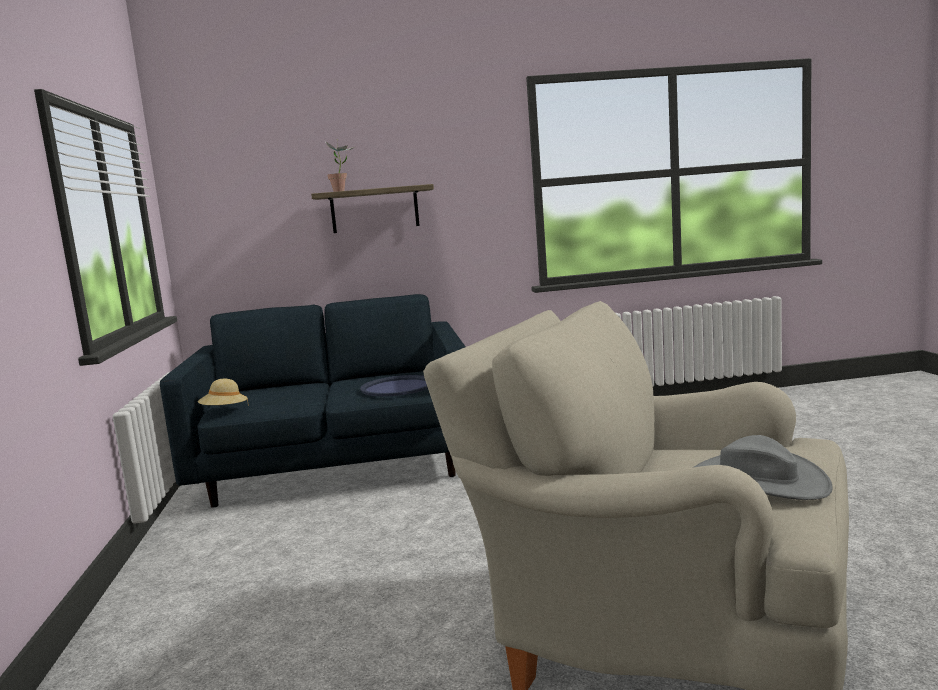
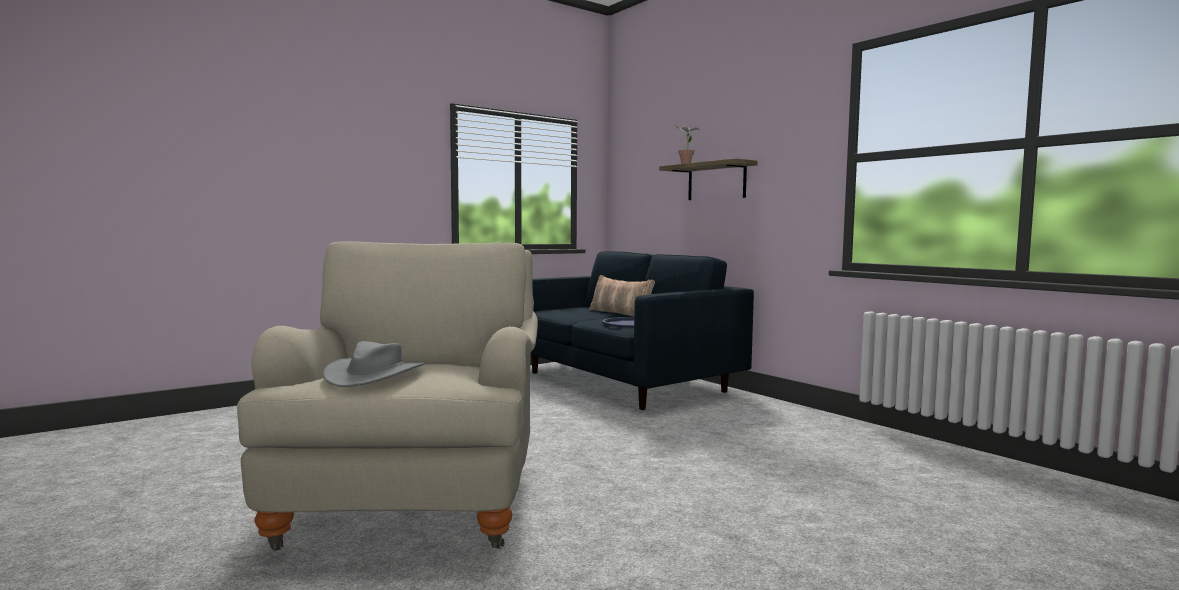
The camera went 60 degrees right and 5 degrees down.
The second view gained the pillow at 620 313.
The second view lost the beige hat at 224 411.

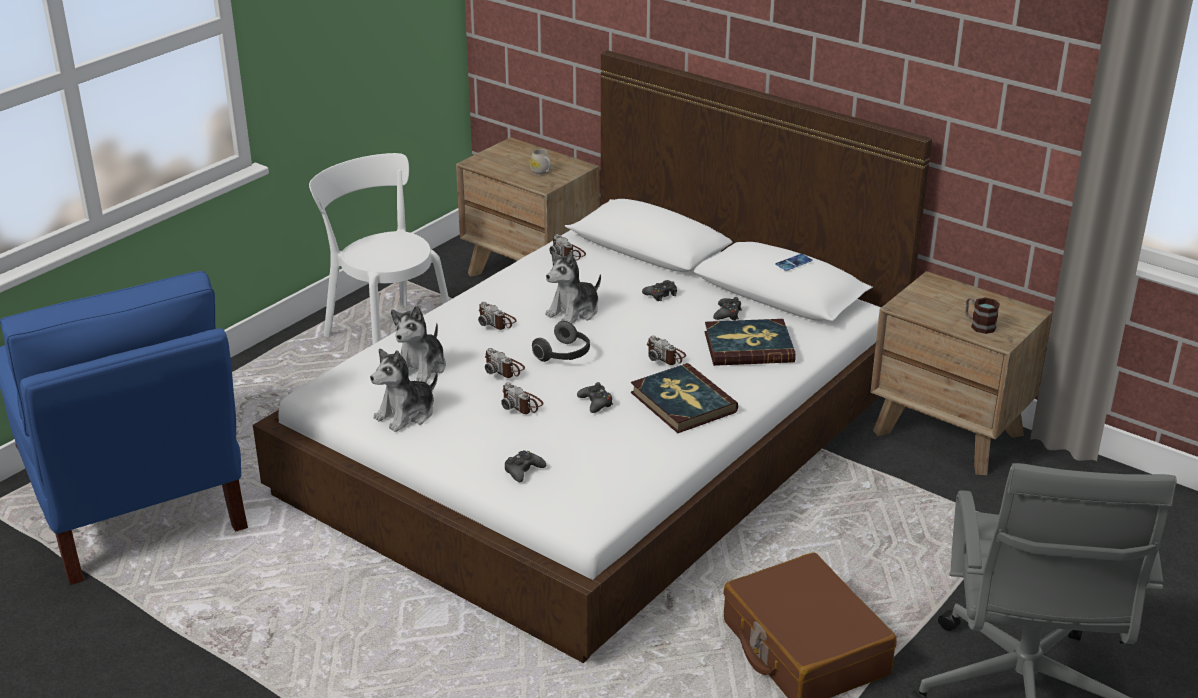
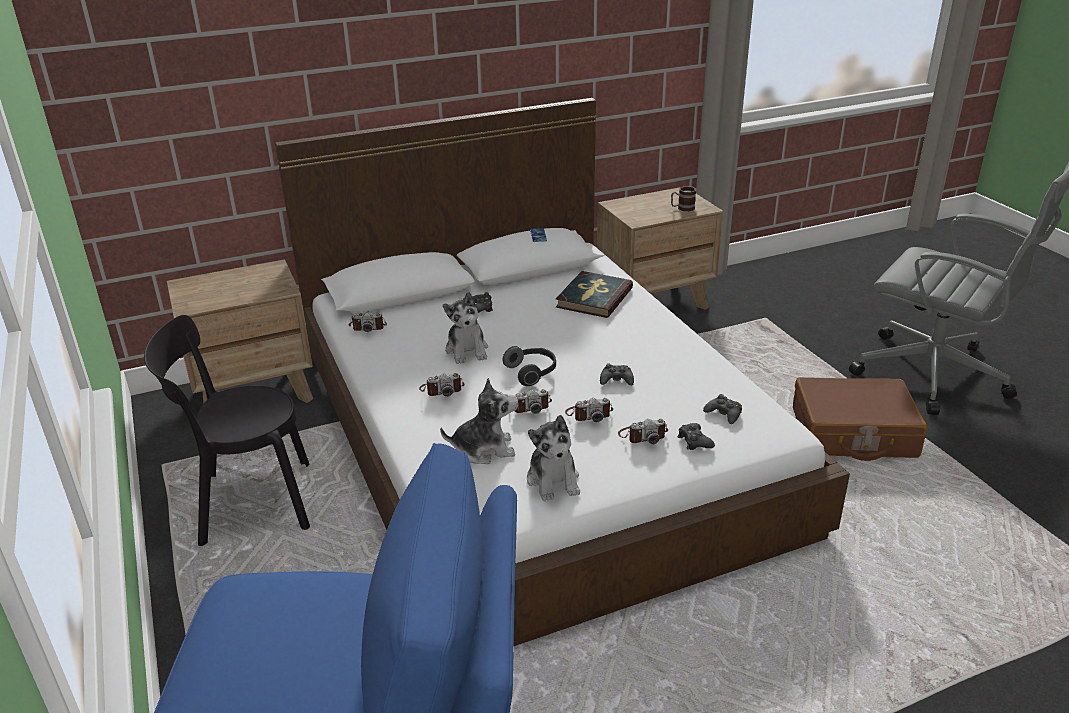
The camera went 60 degrees left and 0 degrees up.
What was the white-coloured chair at 387 334 turned into the blackish chair at 249 503.
The plush toy at 421 368 ended up facing another way, 60 degrees counterclockwise from before.
The still camera ended up elsewhere, having gone from 666 356 to 642 435.
The blackish gamepad ended up elsewhere, having gone from 727 314 to 724 414.
The second view lost the white-coloured coffee mug at 542 172.
The second view lost the book at 682 402.

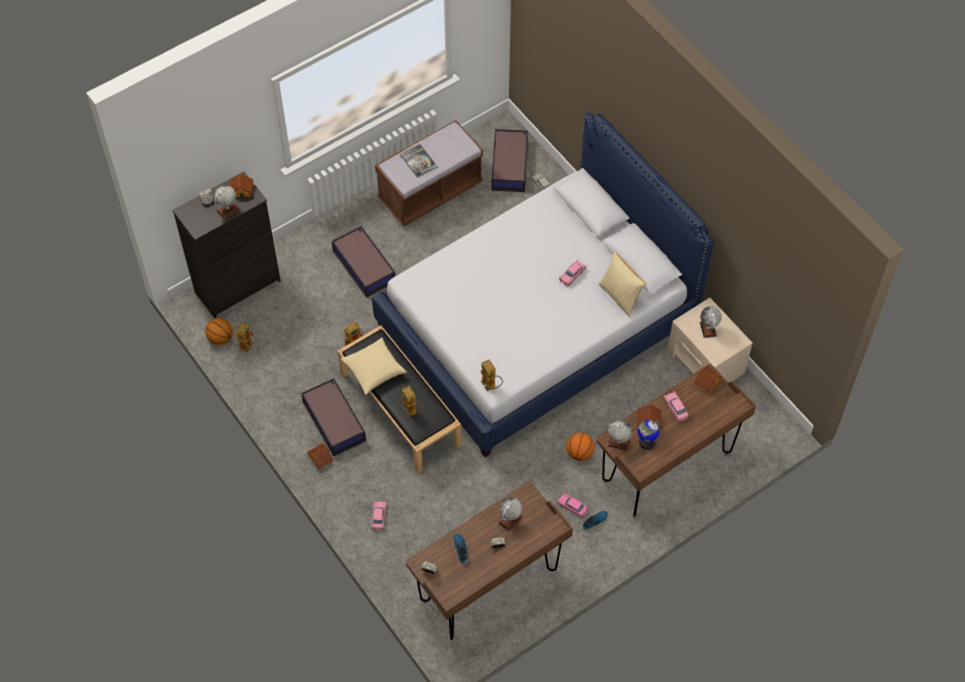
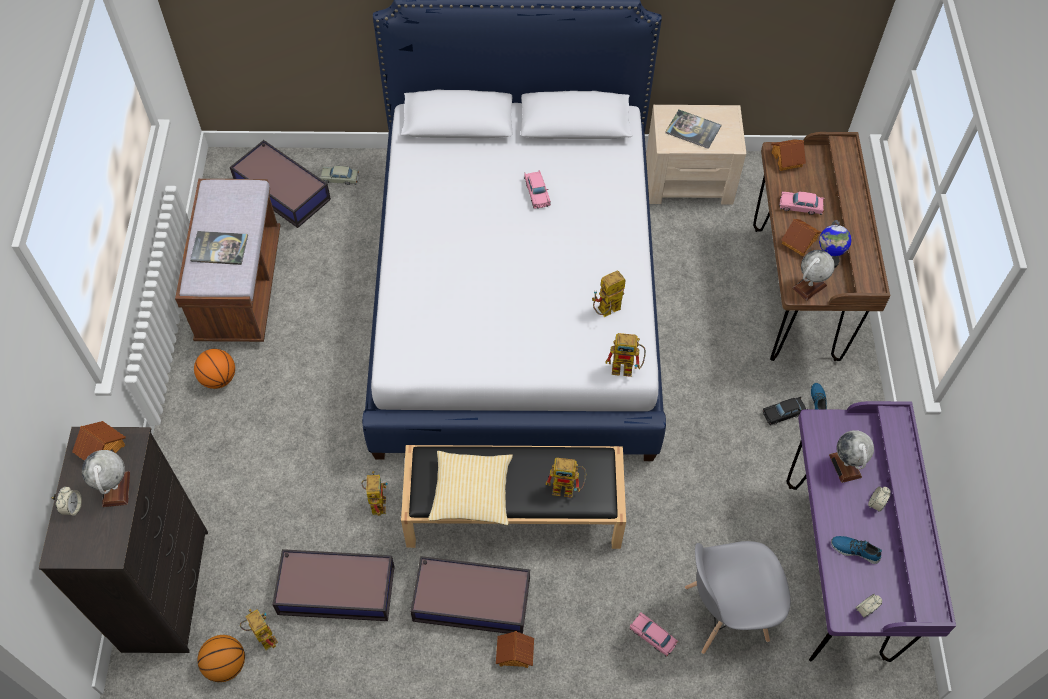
The camera went 55 degrees left and 0 degrees up.
The ball for basketball ended up elsewhere, having gone from 579 453 to 219 378.
The storage box ended up elsewhere, having gone from 364 265 to 335 589.
The second view gained the toy robot at 606 312.
Where the world globe stood at 708 329, the book came to stand at 693 130.
The second view gained the grey chair at 724 614.
What was the pinkish toy car at 572 507 turned into the blackish toy car at 784 413.
What was the brown-coloured desk at 489 586 turned into the purple-coloured desk at 836 569.
The second view lost the pillow at 620 296.

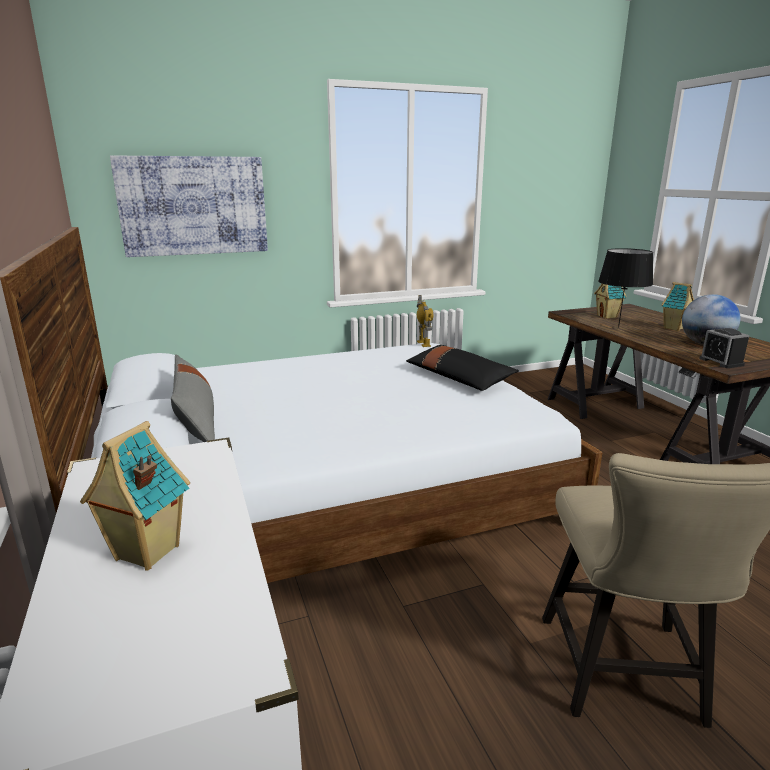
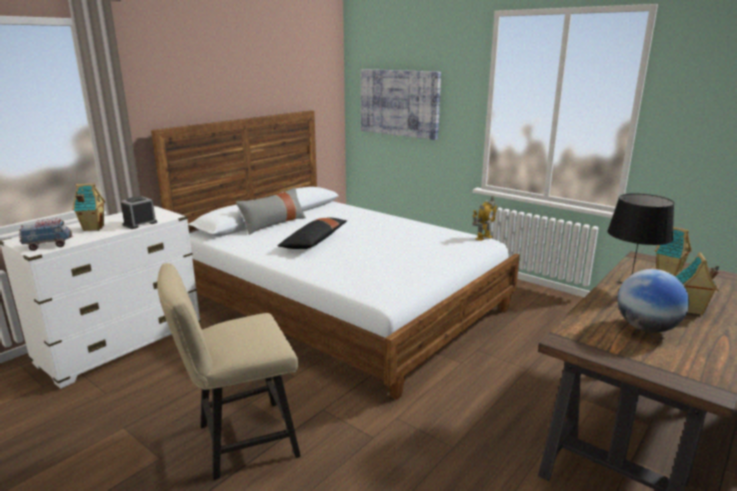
The camera went 60 degrees right and 0 degrees up.
The second view gained the toy truck at 48 245.
The table clock ended up elsewhere, having gone from 721 362 to 140 224.
The blackish pillow ended up elsewhere, having gone from 459 378 to 314 241.

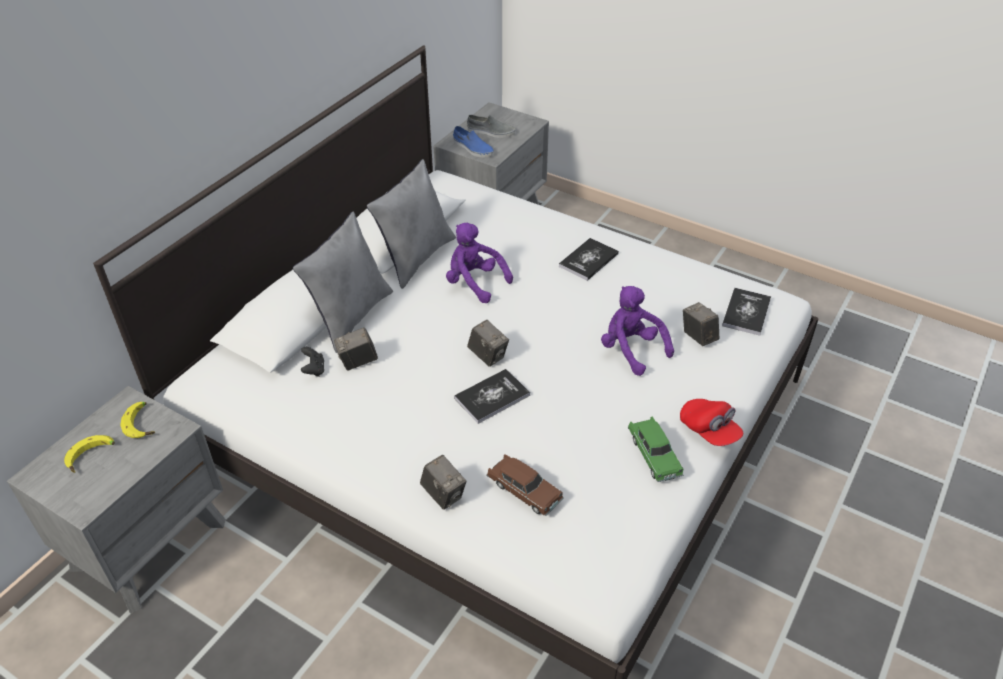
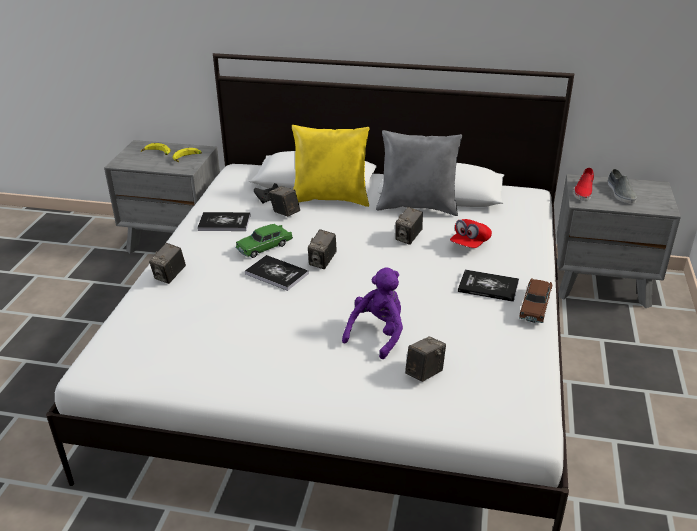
The camera went 70 degrees right and 10 degrees down.
The book ended up elsewhere, having gone from 746 312 to 224 223.
The green-coloured toy car ended up elsewhere, having gone from 653 455 to 264 247.
What was the grey pillow at 351 316 turned into the yellow pillow at 331 199.
Where the purple-coloured plush toy stood at 474 283, the still camera came to stand at 408 238.
The reddish baseball cap ended up elsewhere, having gone from 709 431 to 470 244.
The brown-coloured toy car ended up elsewhere, having gone from 524 491 to 535 308.
What was the blue low shoe at 472 148 turned into the reddish low shoe at 583 190.

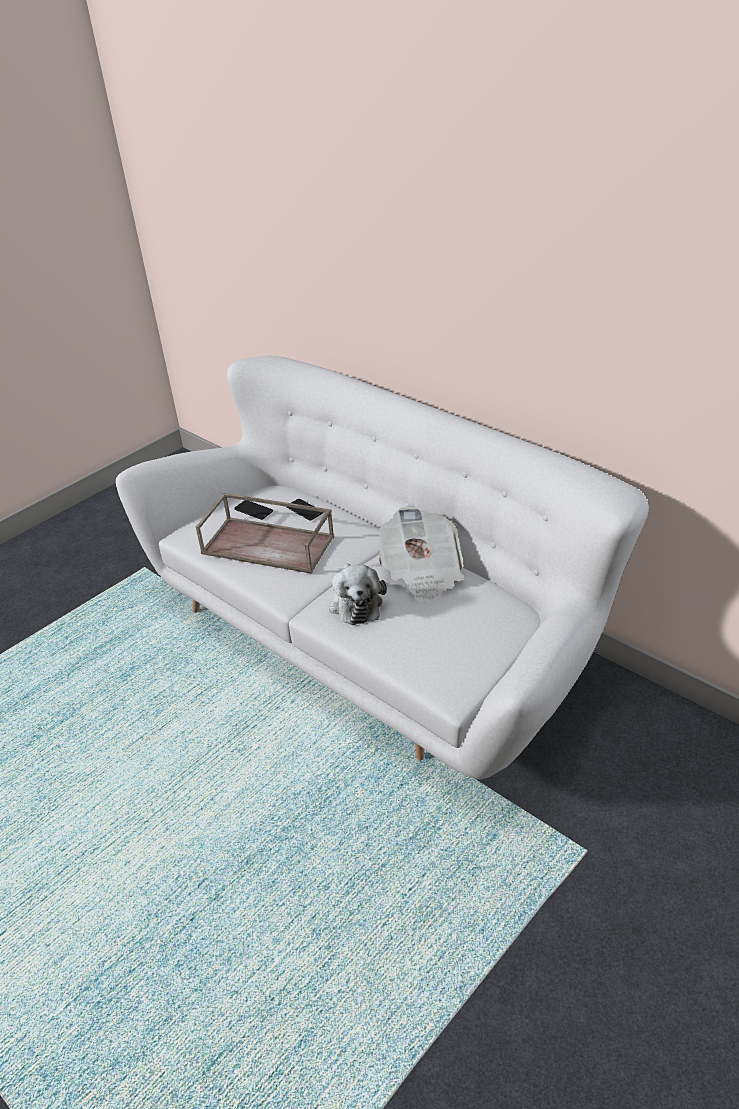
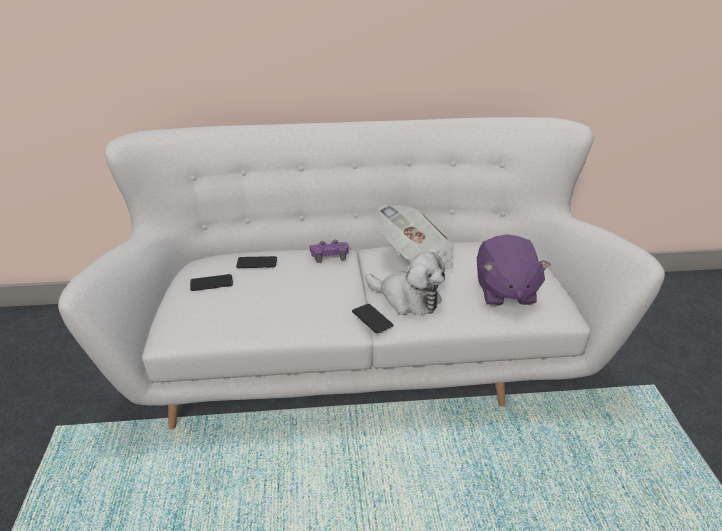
The camera went 50 degrees left and 5 degrees down.
The second view gained the purple-coloured gamepad at 329 255.
The second view gained the handset at 372 319.
The second view gained the purple-coloured plush toy at 504 292.
The second view lost the brown-coloured serving tray at 269 544.

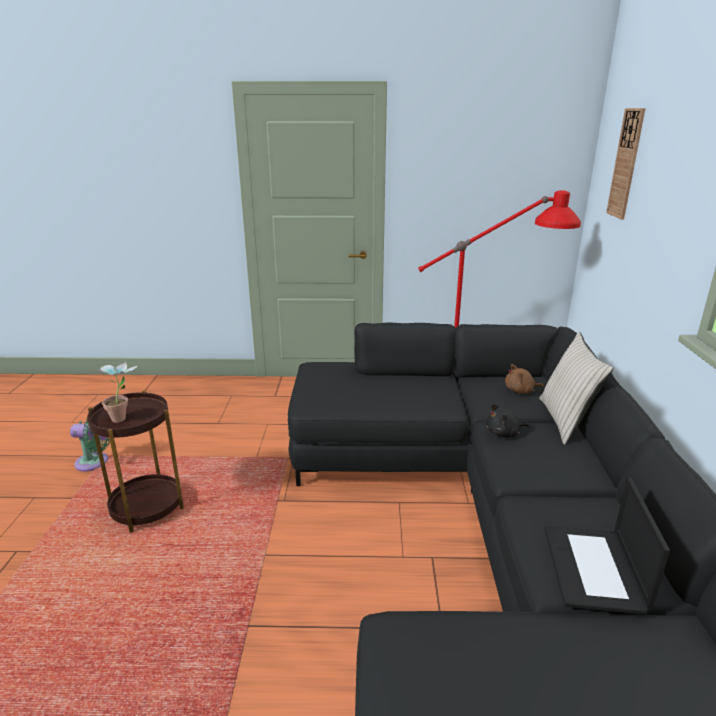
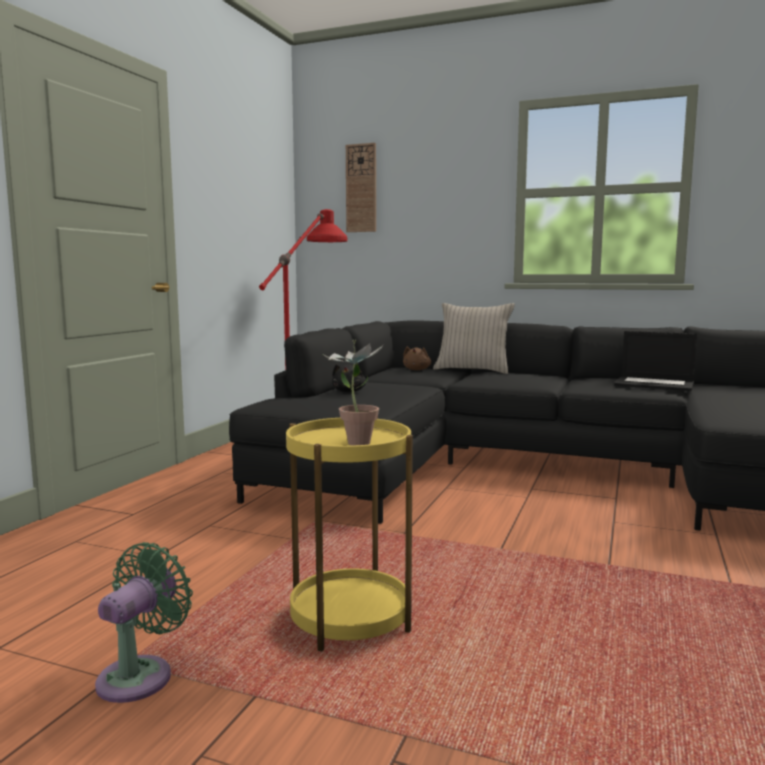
The camera went 70 degrees left and 15 degrees down.
What was the brown-coloured side table at 147 507 turned into the yellow side table at 350 620.
The blackish plush toy ended up elsewhere, having gone from 504 433 to 349 391.

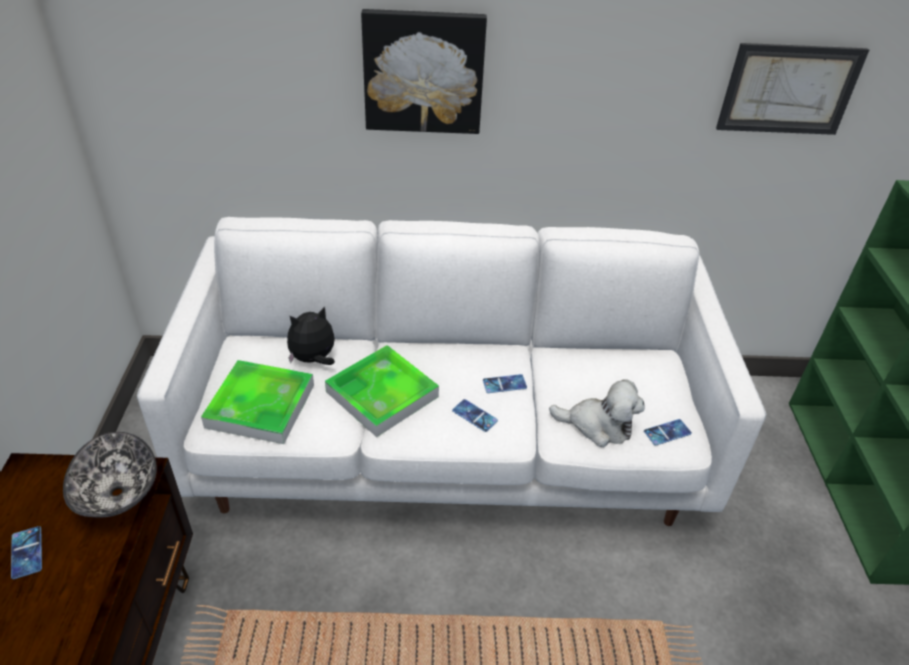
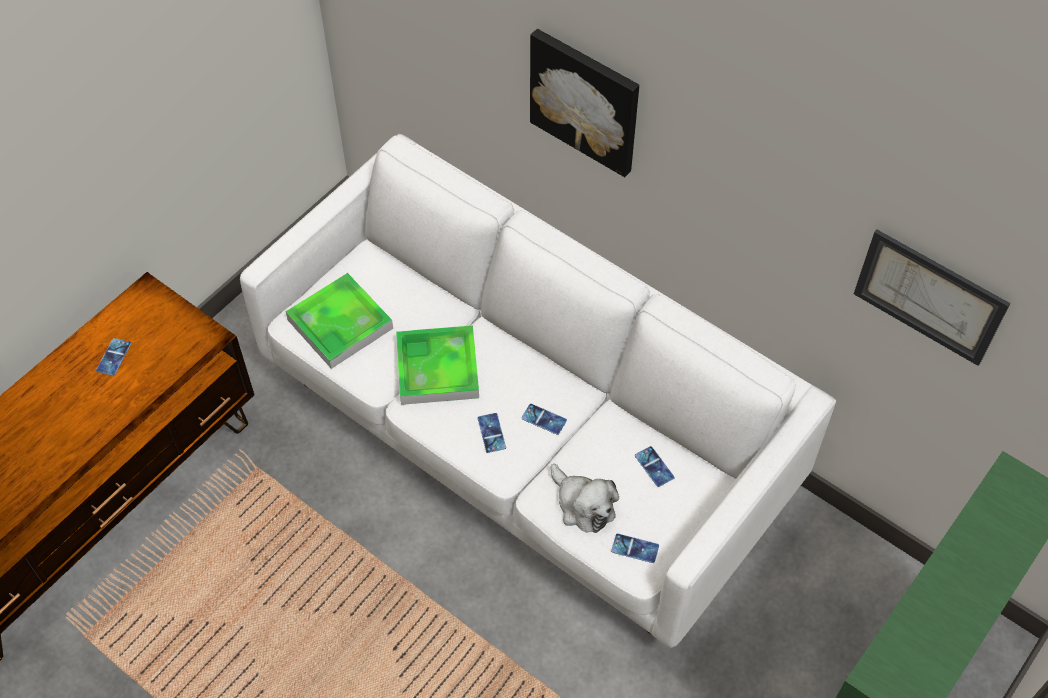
The camera went 40 degrees right and 15 degrees up.
The second view gained the handset at 654 466.
The second view lost the deep dish at 118 492.
The second view lost the plush toy at 313 359.

